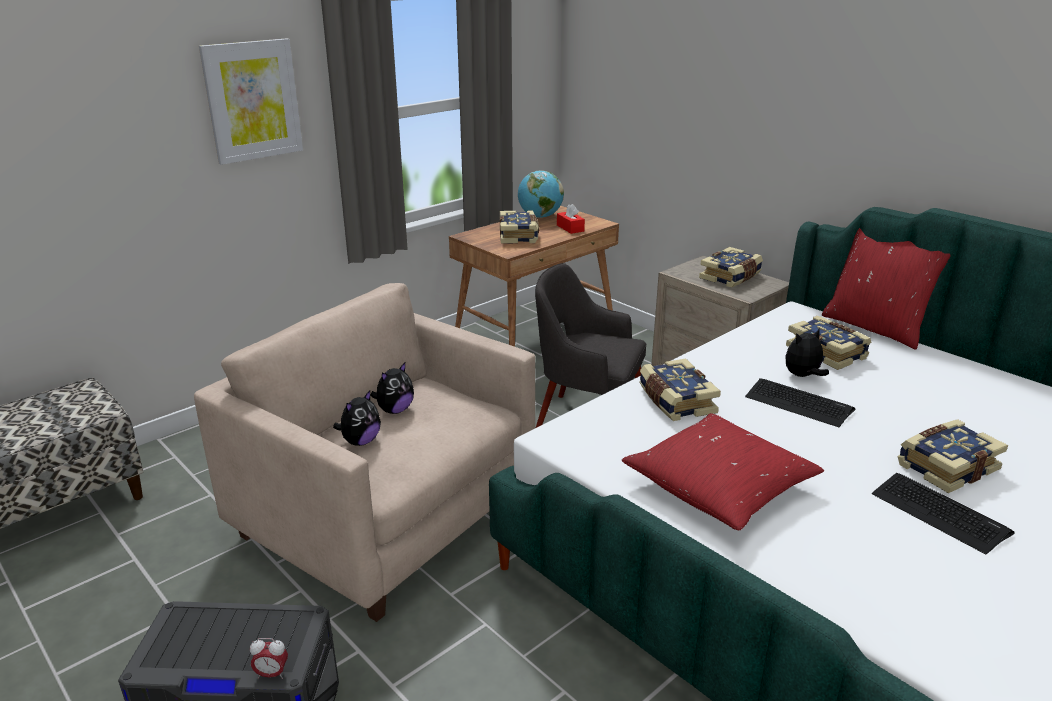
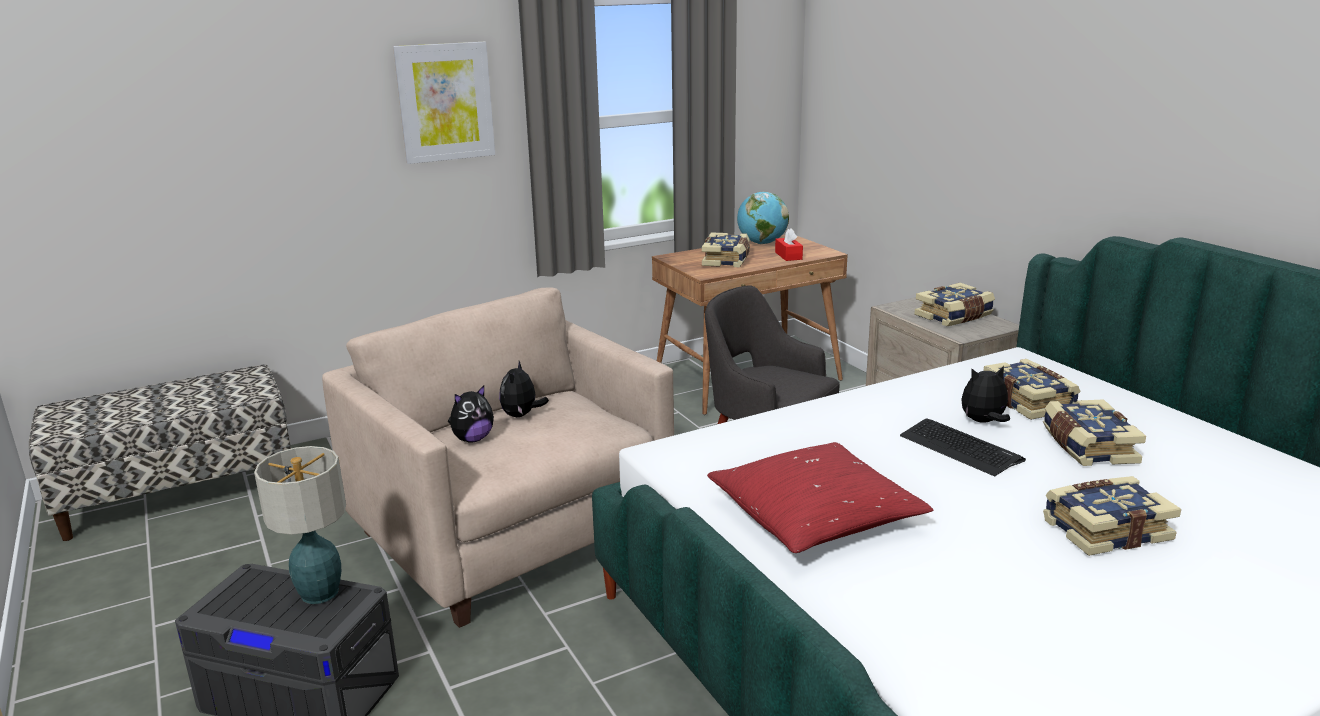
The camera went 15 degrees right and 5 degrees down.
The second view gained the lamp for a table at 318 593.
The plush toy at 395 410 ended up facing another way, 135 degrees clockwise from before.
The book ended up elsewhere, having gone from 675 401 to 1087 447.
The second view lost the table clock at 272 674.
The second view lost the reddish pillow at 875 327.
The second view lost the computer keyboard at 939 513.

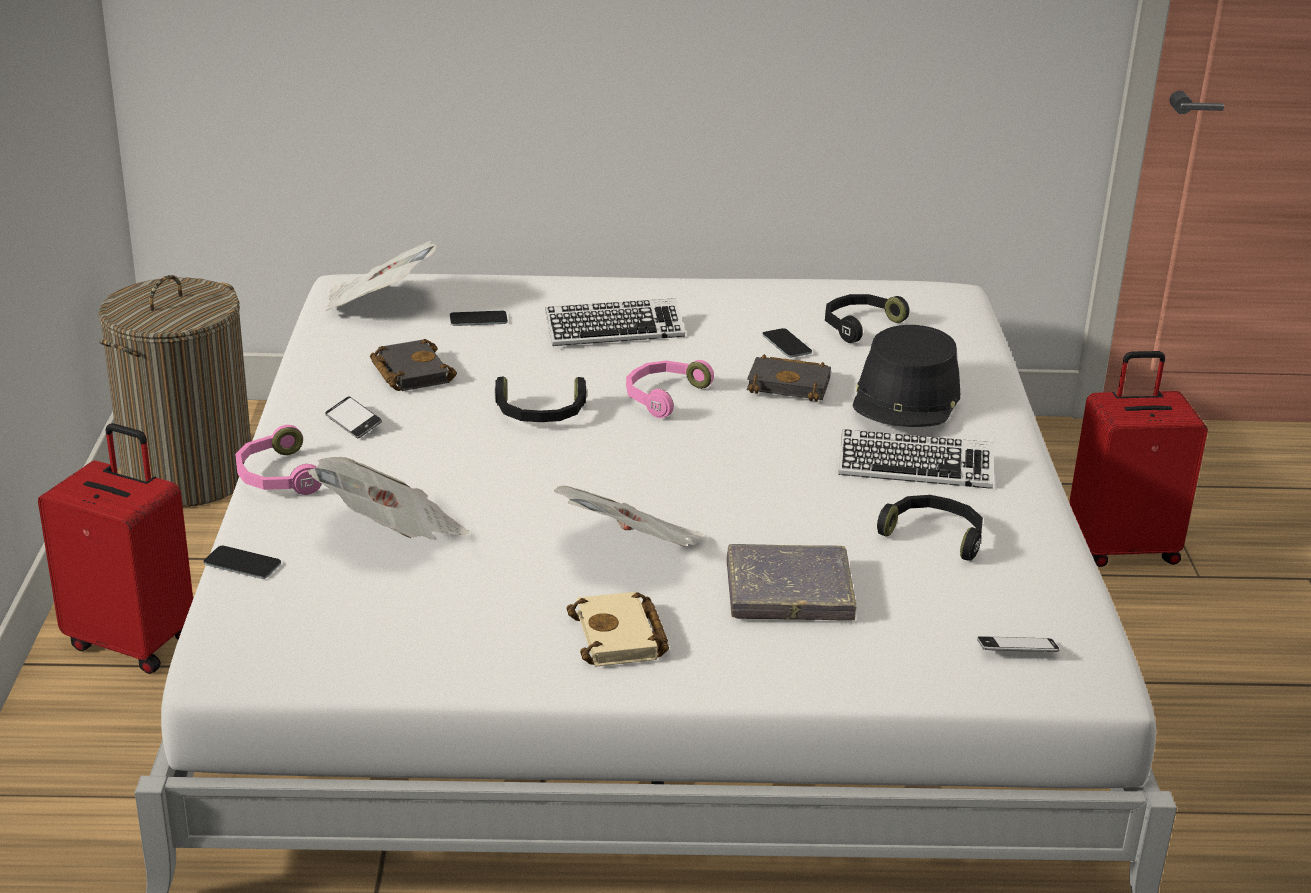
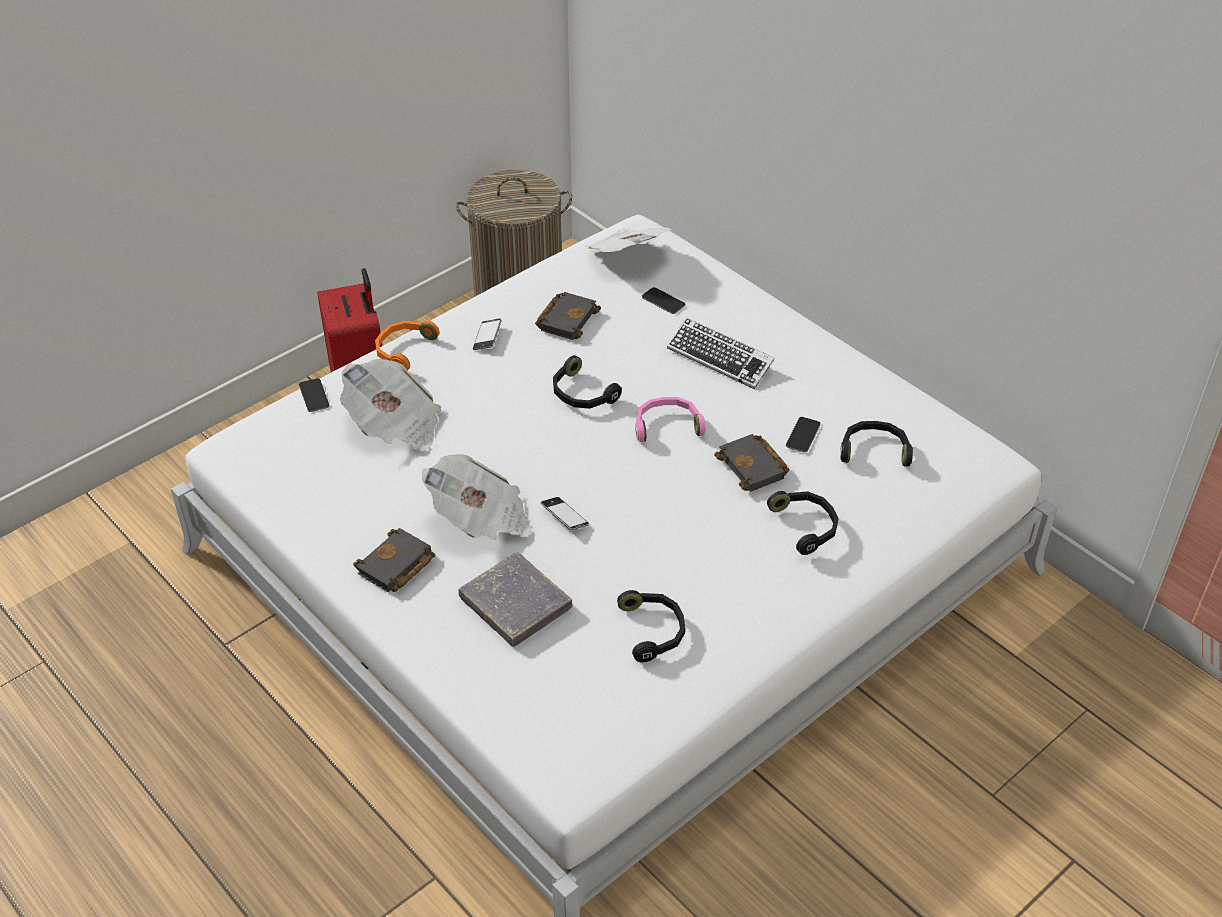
The camera went 50 degrees right and 15 degrees up.
What was the beige book at 621 638 turned into the blackish book at 396 567.
What was the pinkish pair of headphones at 276 476 turned into the orange-coloured pair of headphones at 403 350.
The handset ended up elsewhere, having gone from 1017 650 to 564 516.
Where the blackish hat stood at 907 398, the blackish pair of headphones came to stand at 806 526.
The second view lost the computer keyboard at 915 468.
The second view lost the reddish travel case at 1121 547.

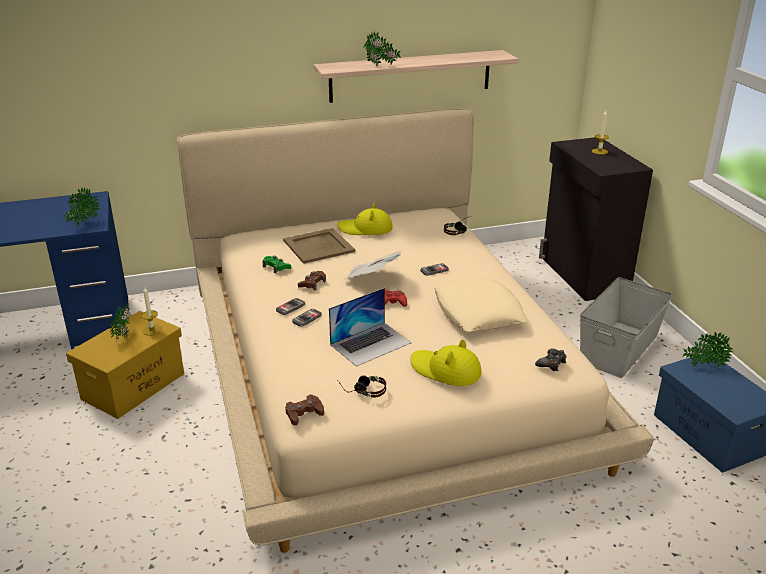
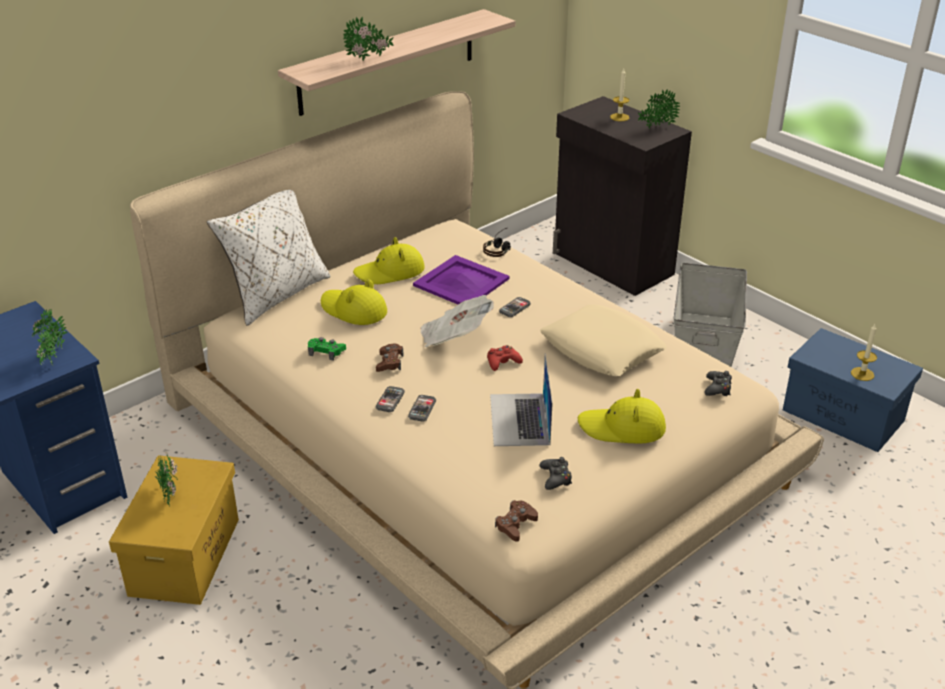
The camera went 25 degrees left and 5 degrees up.
The second view gained the white-coloured pillow at 276 295.
Where the beige serving tray stood at 318 246, the yellow hat came to stand at 353 310.
The second view gained the purple-coloured serving tray at 462 282.
The portable computer at 371 343 ended up facing another way, 150 degrees clockwise from before.
Where the pair of headphones stood at 362 390, the blackish gamepad came to stand at 556 478.
The houseplant ended up elsewhere, having gone from 703 365 to 656 127.
The candle ended up elsewhere, having gone from 152 330 to 862 374.

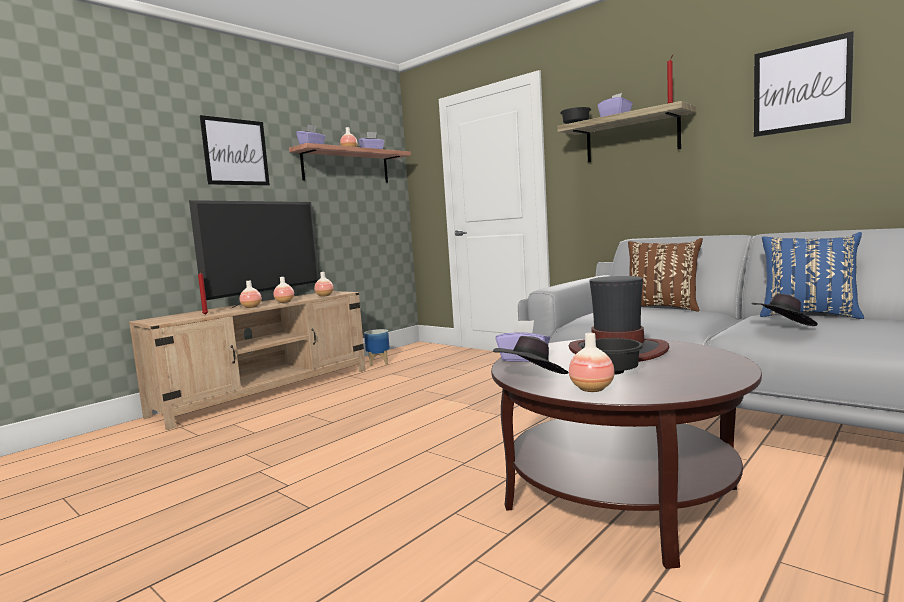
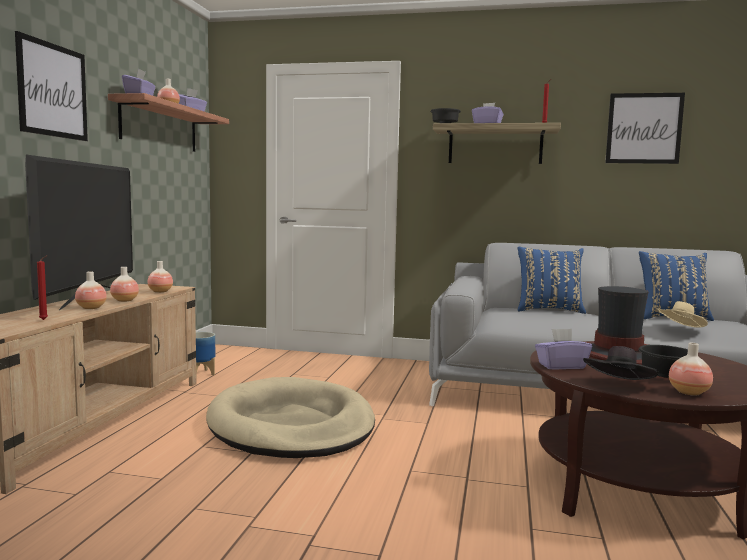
The camera went 30 degrees left and 0 degrees up.
The second view gained the beige dog bed at 291 425.
What was the brown-coloured pillow at 662 308 turned into the blue pillow at 548 310.
What was the blackish hat at 783 327 turned into the beige hat at 680 328.

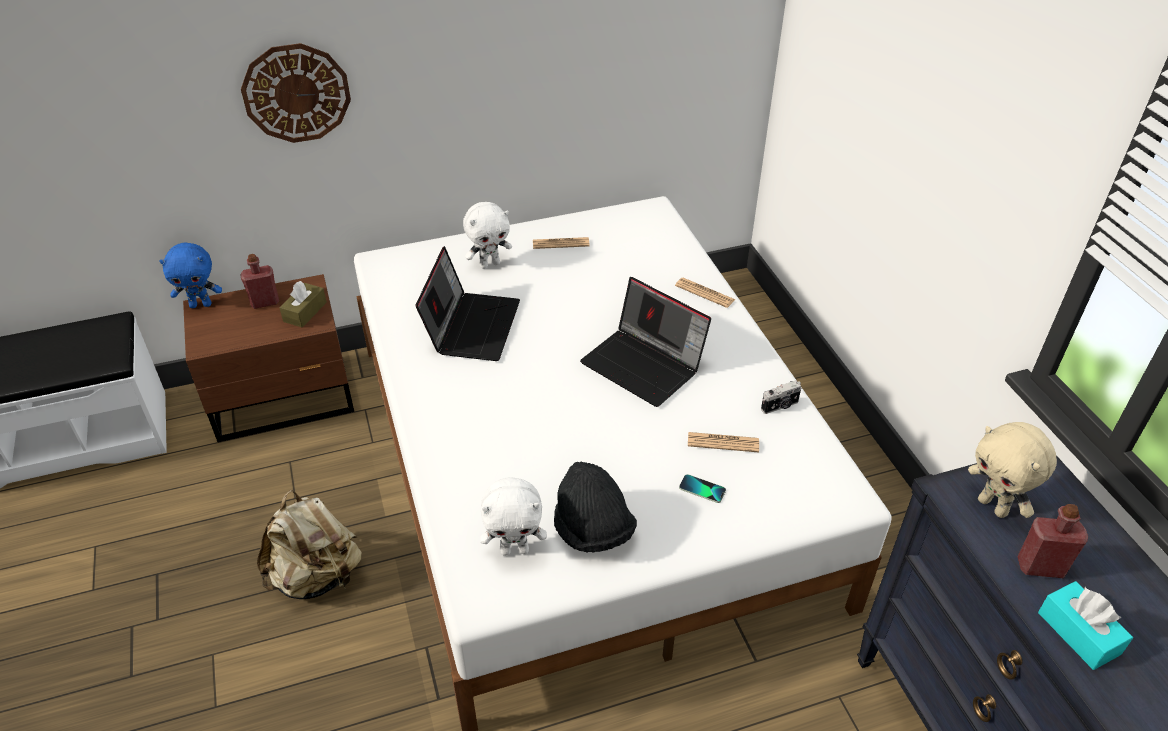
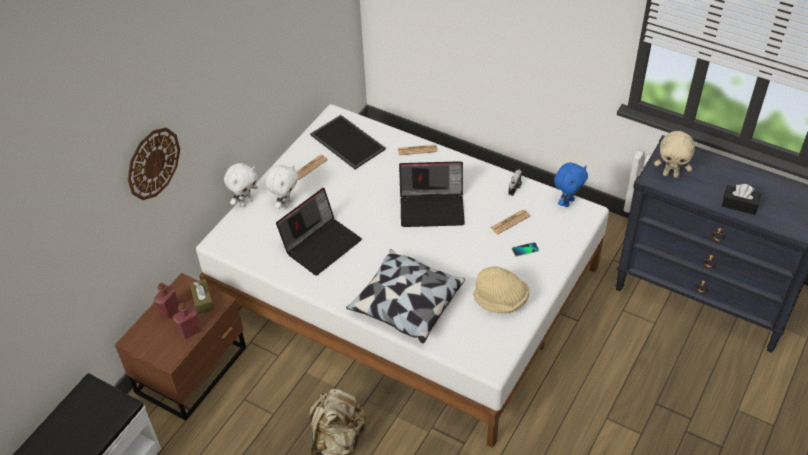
The camera went 40 degrees left and 5 degrees up.
The reddish drink bottle ended up elsewhere, having gone from 1040 566 to 190 331.
The white-coloured plush toy ended up elsewhere, having gone from 515 549 to 245 202.
The portable computer at 472 326 ended up facing another way, 75 degrees clockwise from before.
The second view gained the serving tray at 346 142.
The second view gained the pillow at 406 304.
What was the blackish hat at 592 529 turned into the beige hat at 501 300.
The blue plush toy ended up elsewhere, having gone from 201 304 to 567 202.
What was the turquoise tissue box at 1078 633 turned into the blackish tissue box at 739 204.

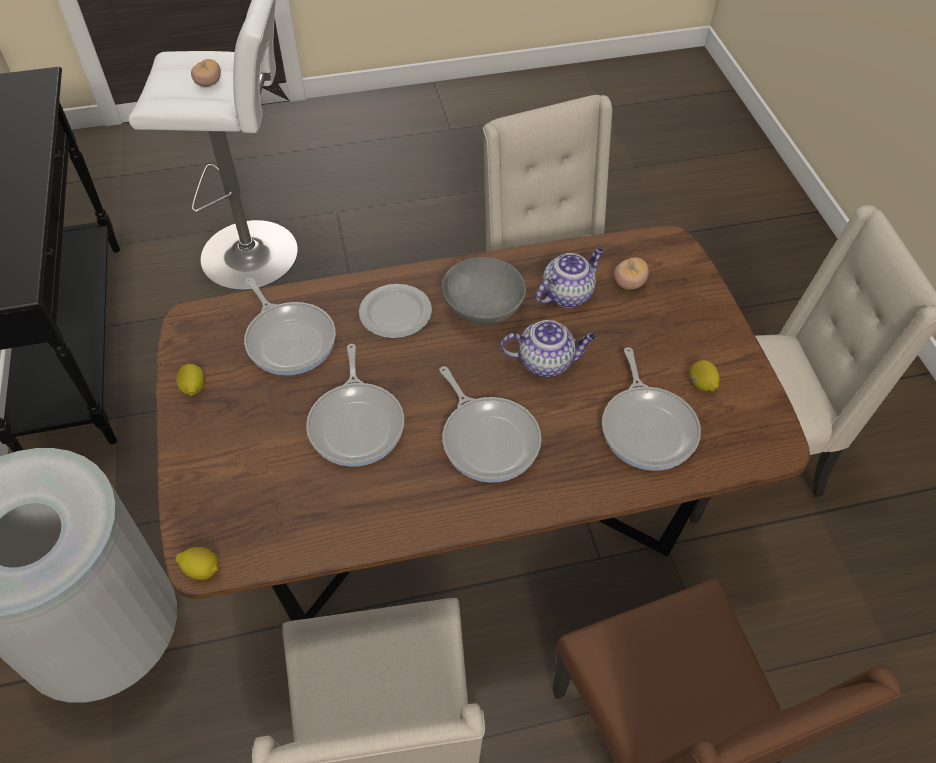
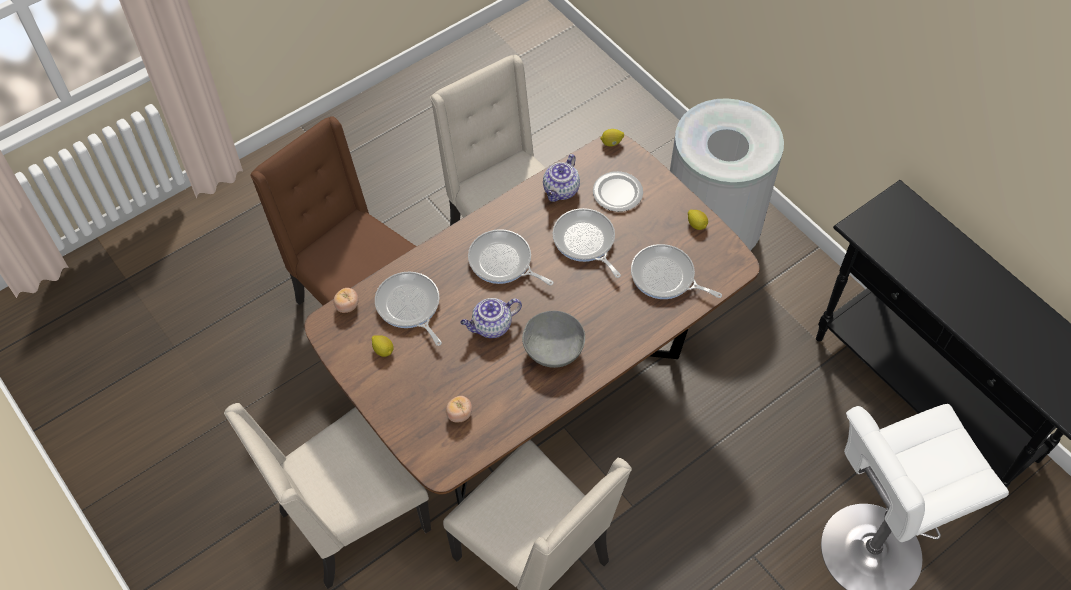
The camera went 155 degrees right and 5 degrees up.
The tomato ended up elsewhere, having gone from 208 84 to 347 306.
The teapot ended up elsewhere, having gone from 567 294 to 561 191.
The flat dish ended up elsewhere, having gone from 396 312 to 617 194.

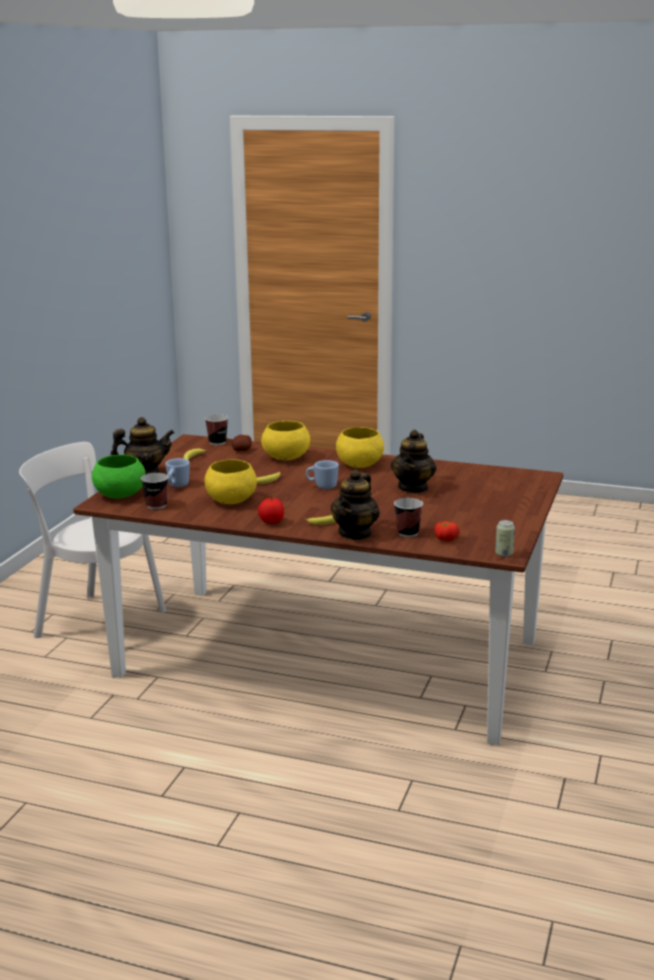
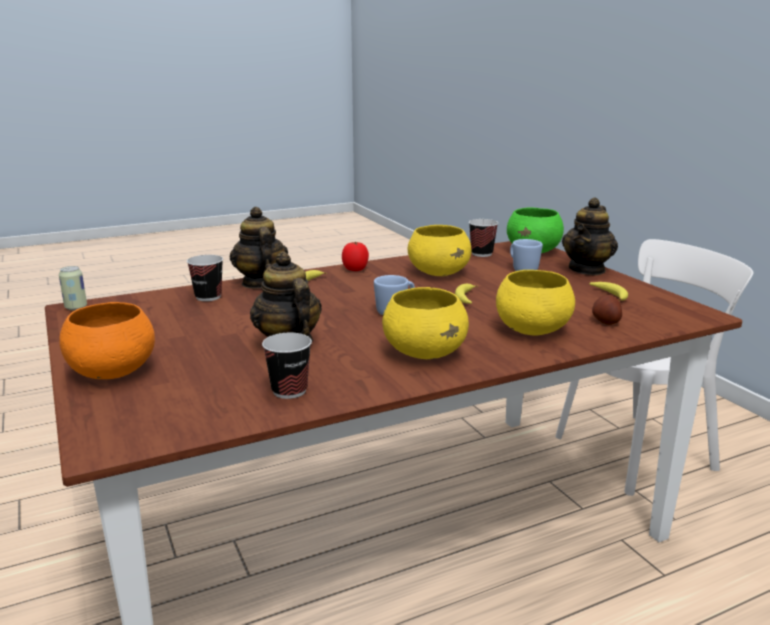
The camera went 135 degrees right and 0 degrees up.
The second view gained the orange-coloured deep dish at 111 372.
The cup ended up elsewhere, having gone from 217 442 to 289 391.
The second view lost the tomato at 445 539.

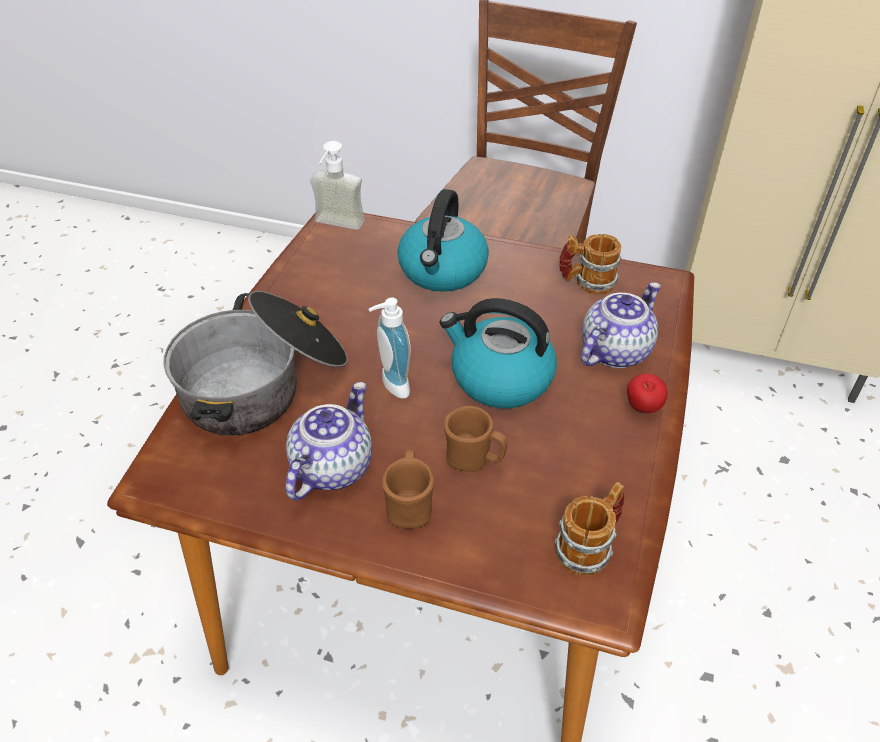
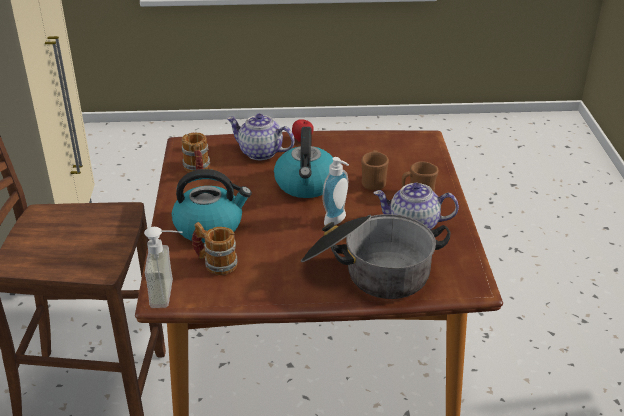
The camera went 110 degrees left and 10 degrees down.
The coffee mug ended up elsewhere, having gone from 590 546 to 215 263.

